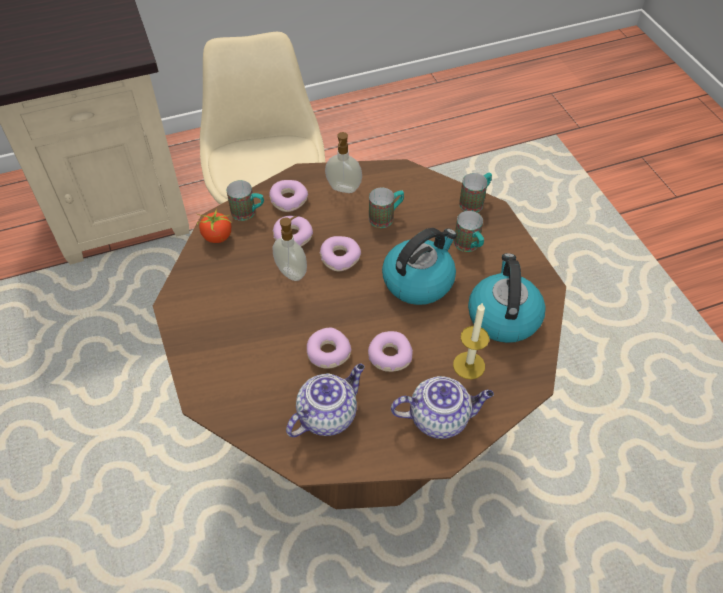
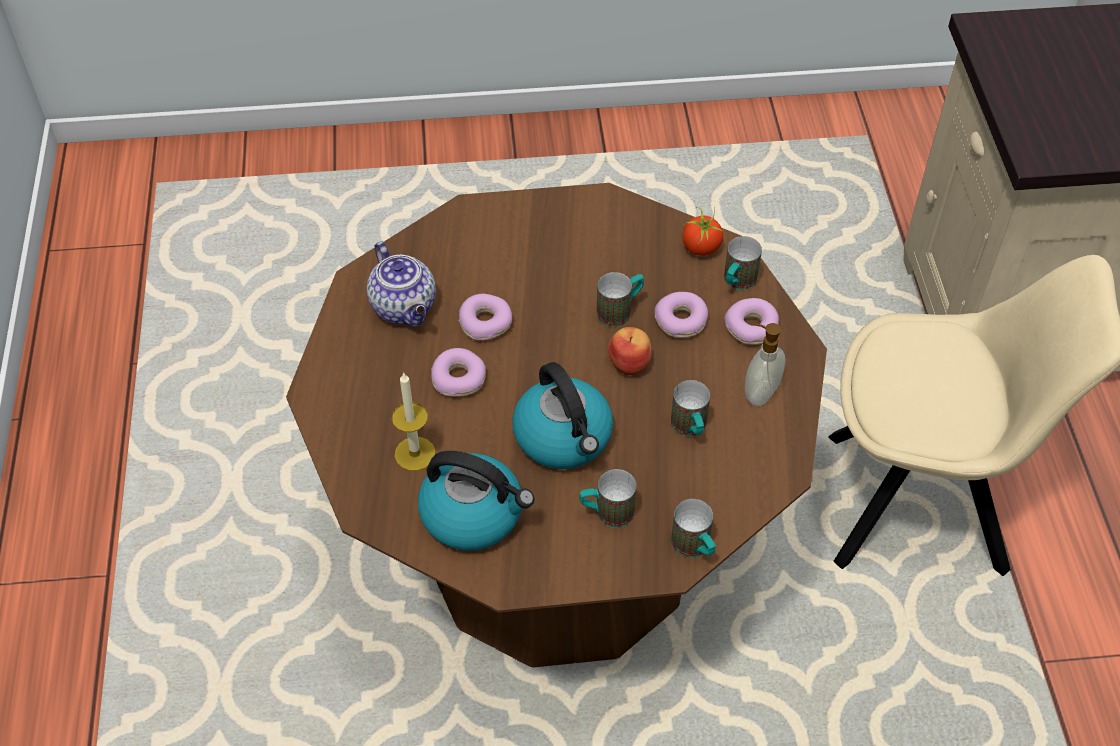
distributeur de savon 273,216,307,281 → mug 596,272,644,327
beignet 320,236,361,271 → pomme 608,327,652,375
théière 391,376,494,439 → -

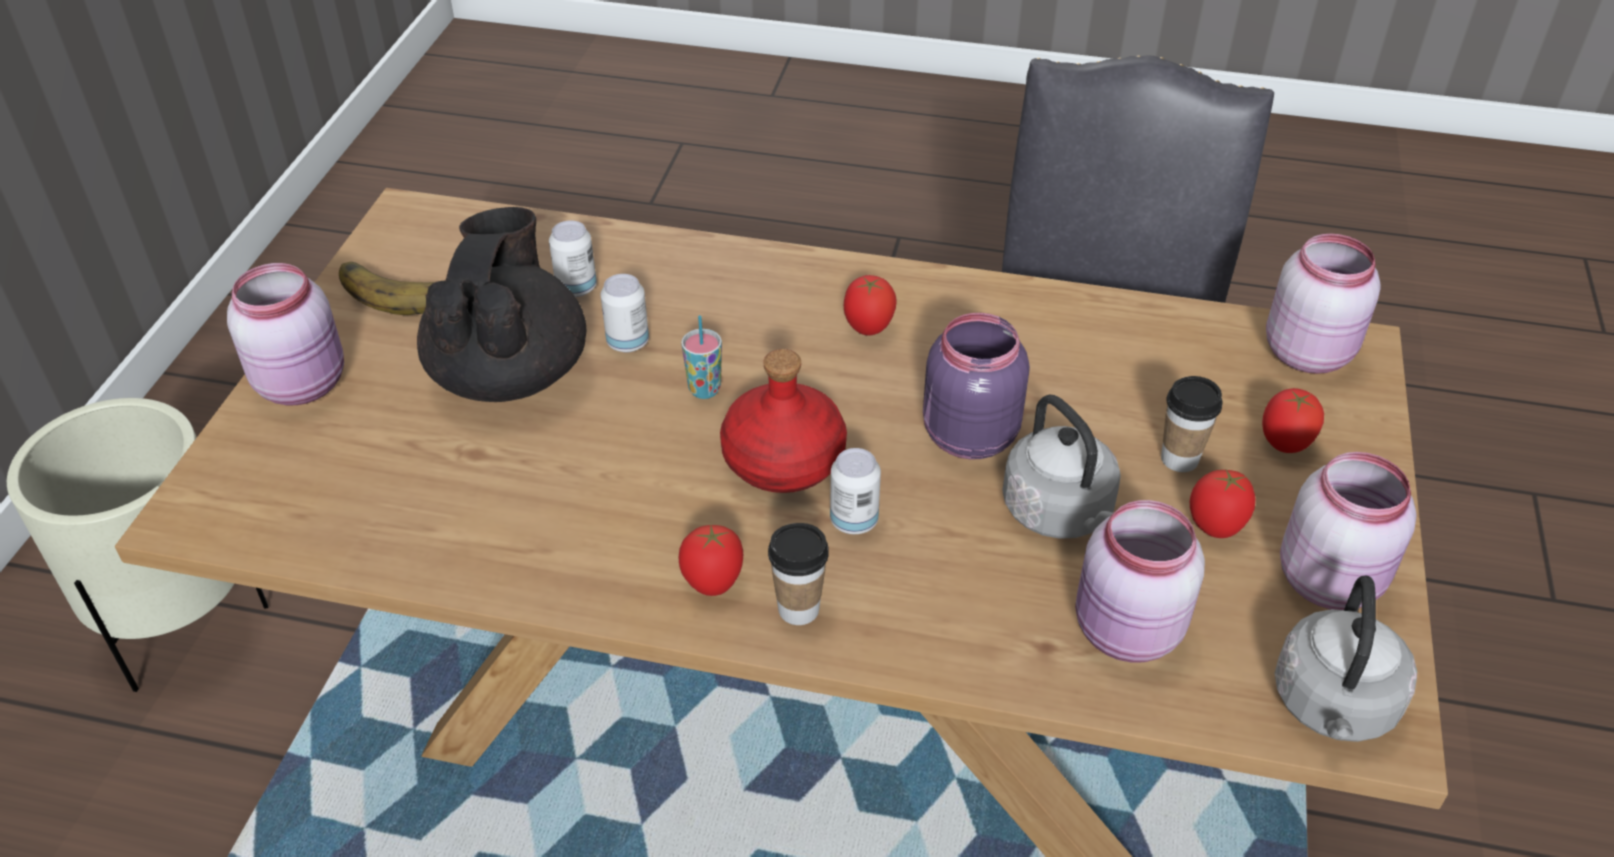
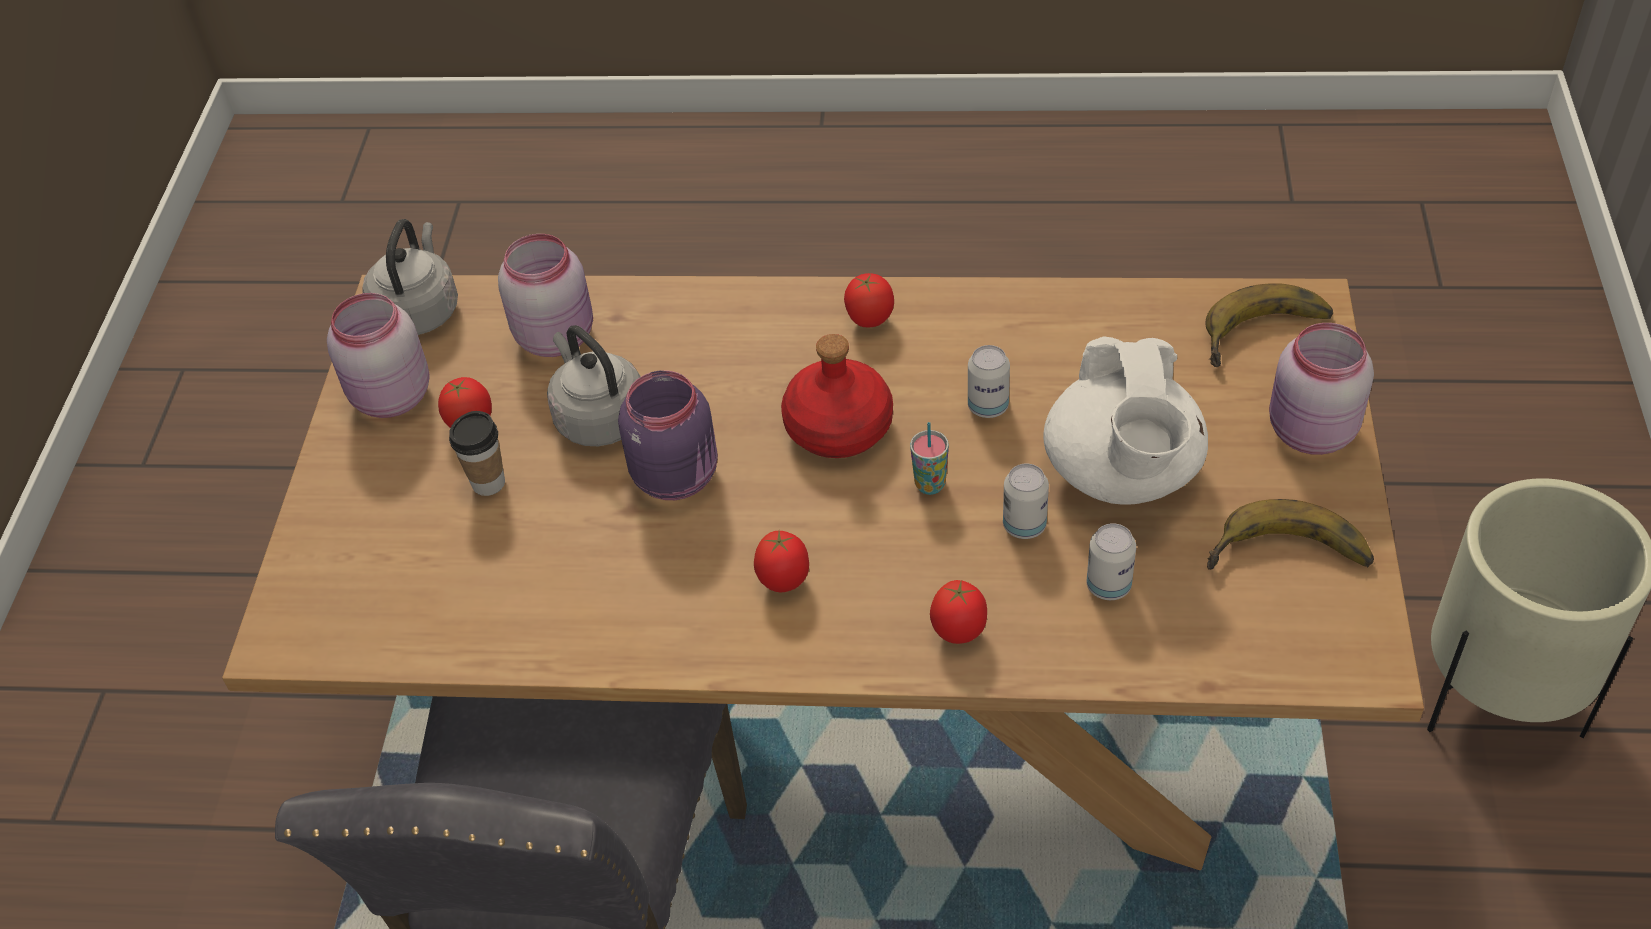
théière/noir 417,207,586,402 → théière/blanc 1043,336,1208,505
tasse 768,523,829,625 → -
boîte métallique 830,448,881,534 → boîte métallique 968,345,1010,418, relocated
tomate 1262,388,1324,453 → tomate 930,580,987,644, relocated
bocal/rose 1266,234,1381,374 → -
- → banane 1206,283,1333,367

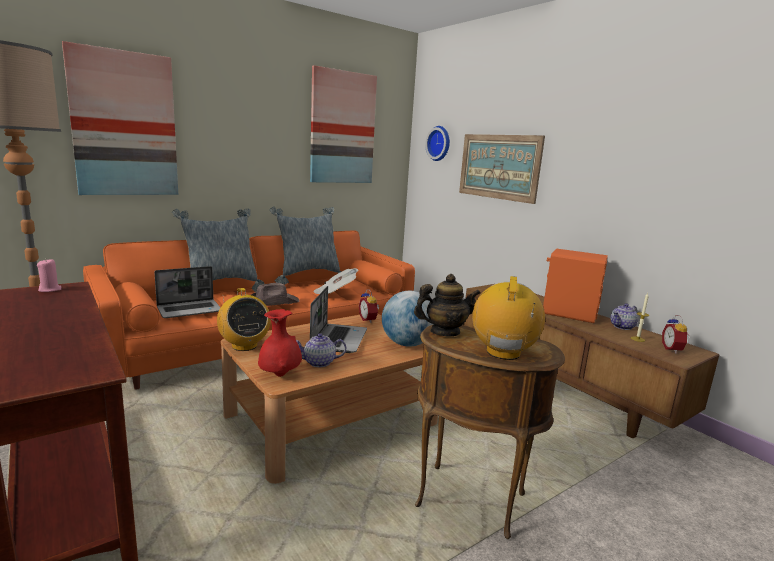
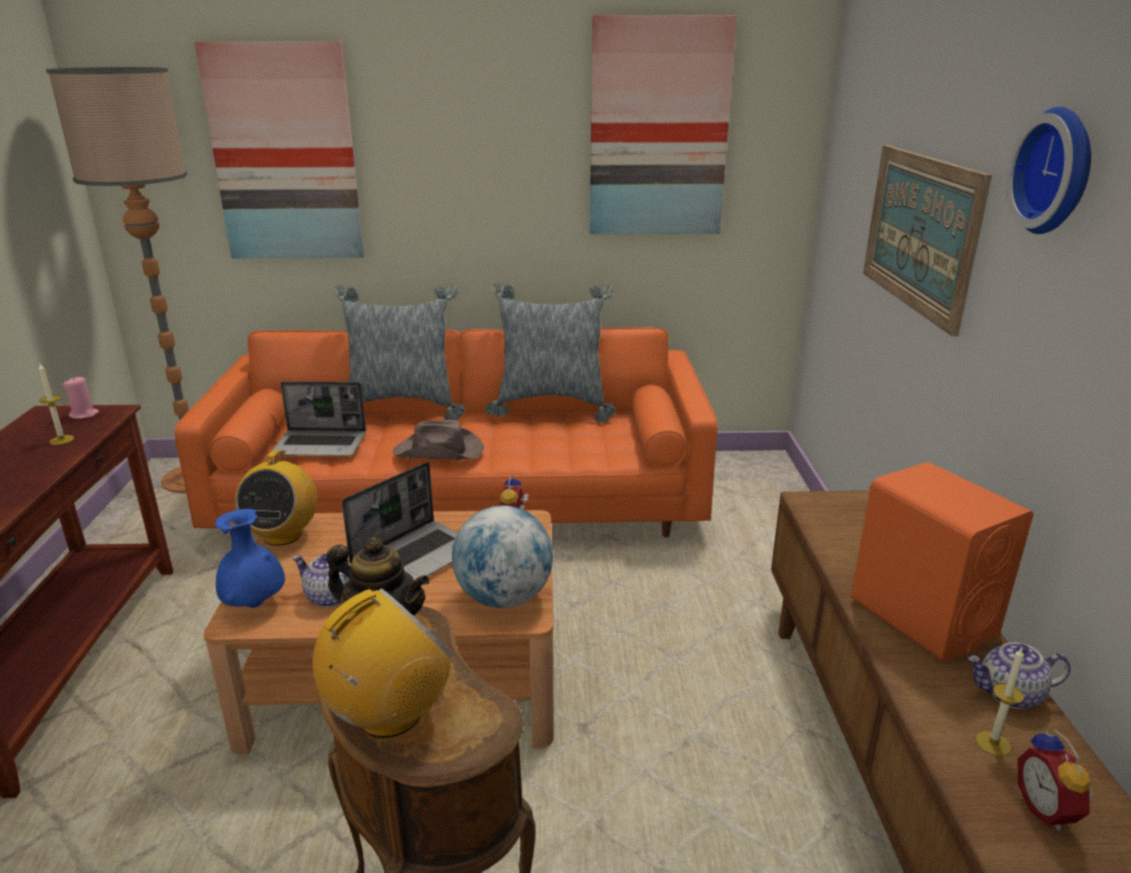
vase/rouge 258,309,302,377 → vase/bleu 215,509,285,608
journal 314,268,359,294 → -
horloge murale 425,126,450,161 → horloge murale 1006,107,1091,234, relocated
réveil 662,315,689,353 → réveil 1018,730,1093,831, 45 degrees counterclockwise
- → bougie 39,364,74,445

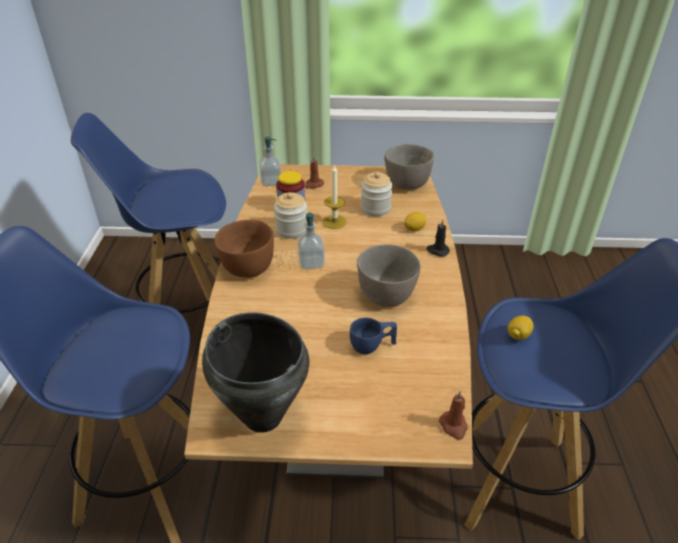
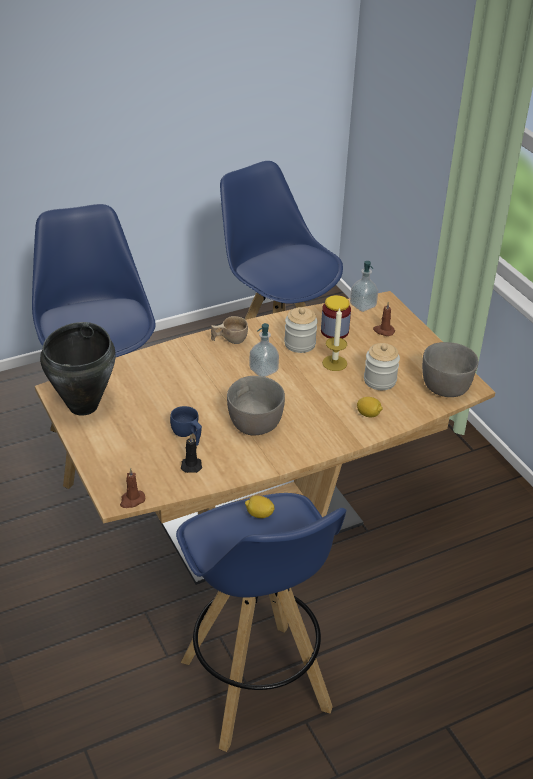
bol/marron 215,220,274,278 → tasse/beige 211,316,248,344
bougie/noir 426,219,450,257 → bougie/noir 181,434,202,473, relocated

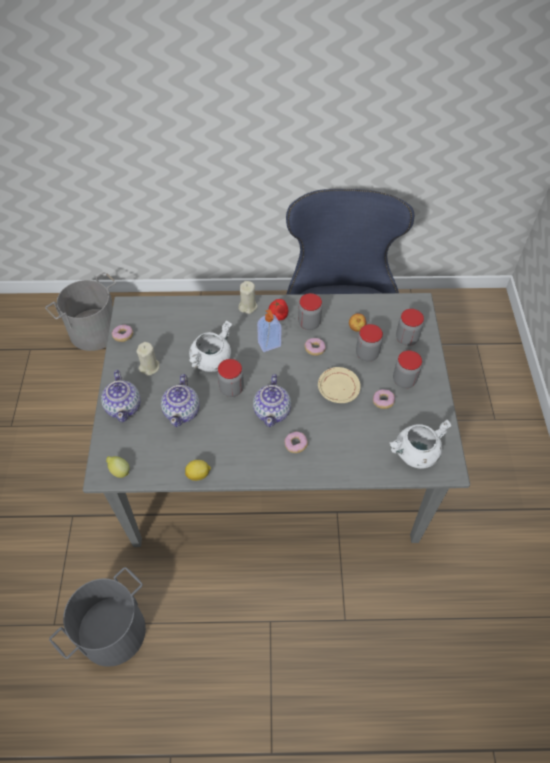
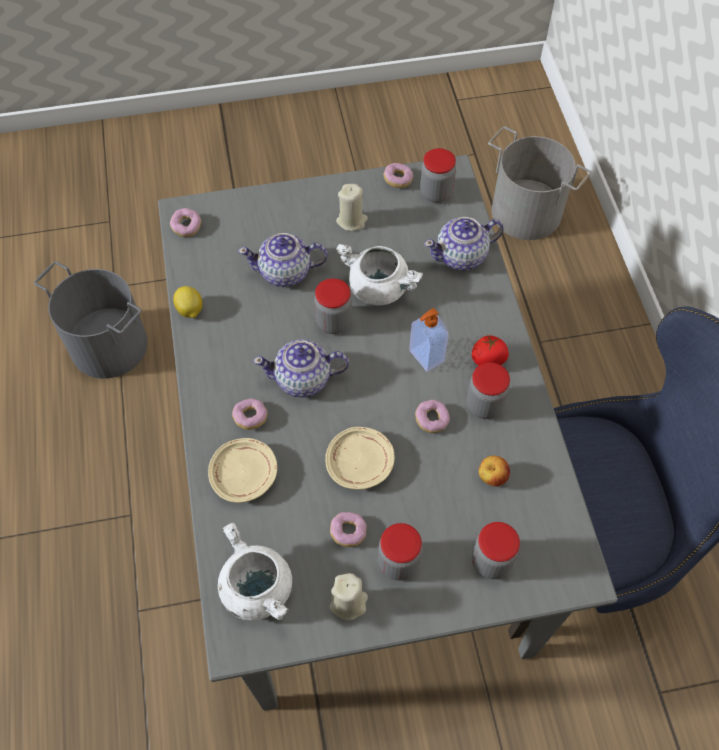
théière 101,370,141,422 → théière 424,217,504,271, relocated
citron 106,456,130,478 → beignet 170,208,201,237
bougie/beige 238,281,257,314 → bougie/beige 329,573,368,621, relocated
bocal 356,324,383,362 → bocal 420,148,456,203, relocated
- → assiette/beige 208,438,277,503

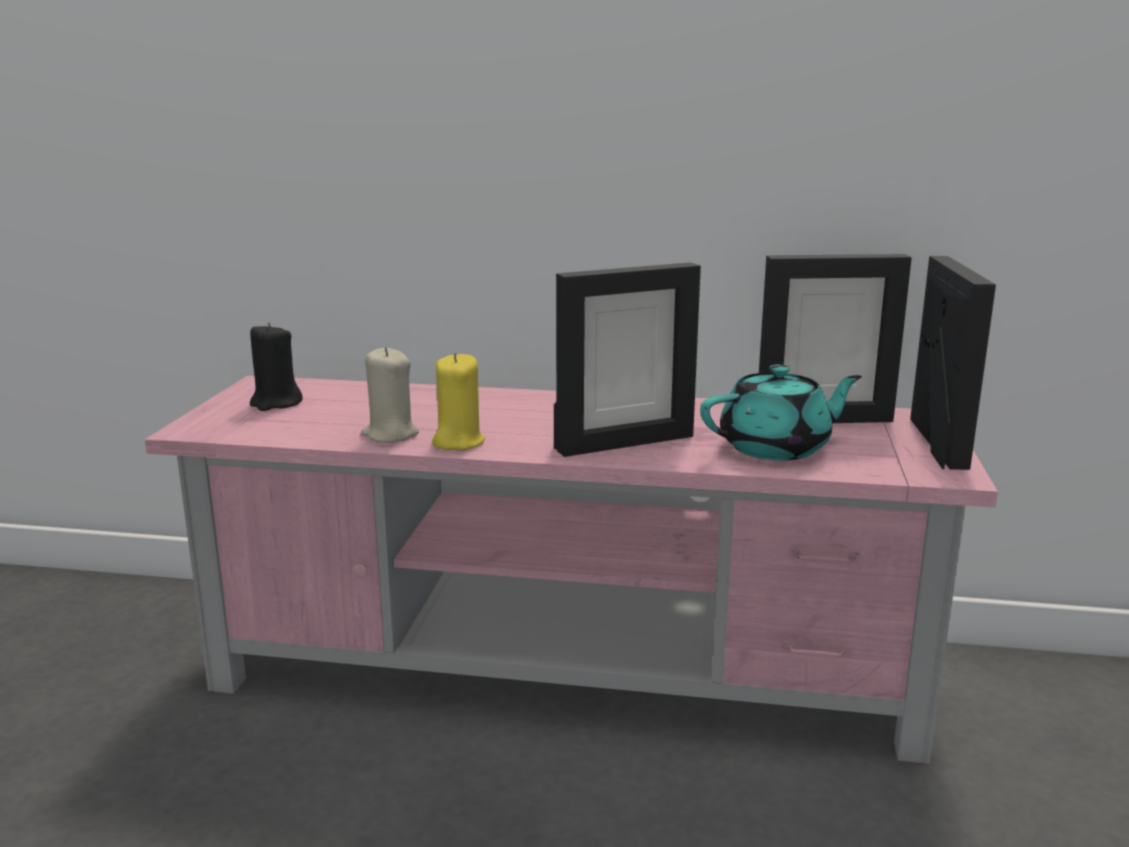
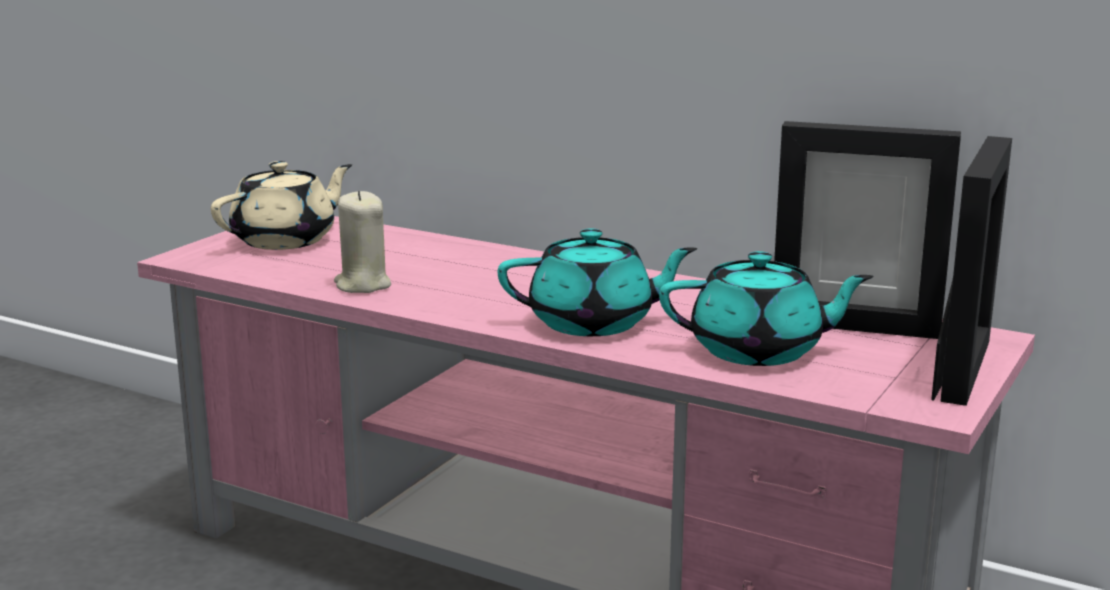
bougie/noir 250,322,303,411 → théière/beige 211,161,352,250
bougie/jaune 432,353,485,450 → -
cadre photo 554,262,701,457 → théière/turquoise 498,228,697,336

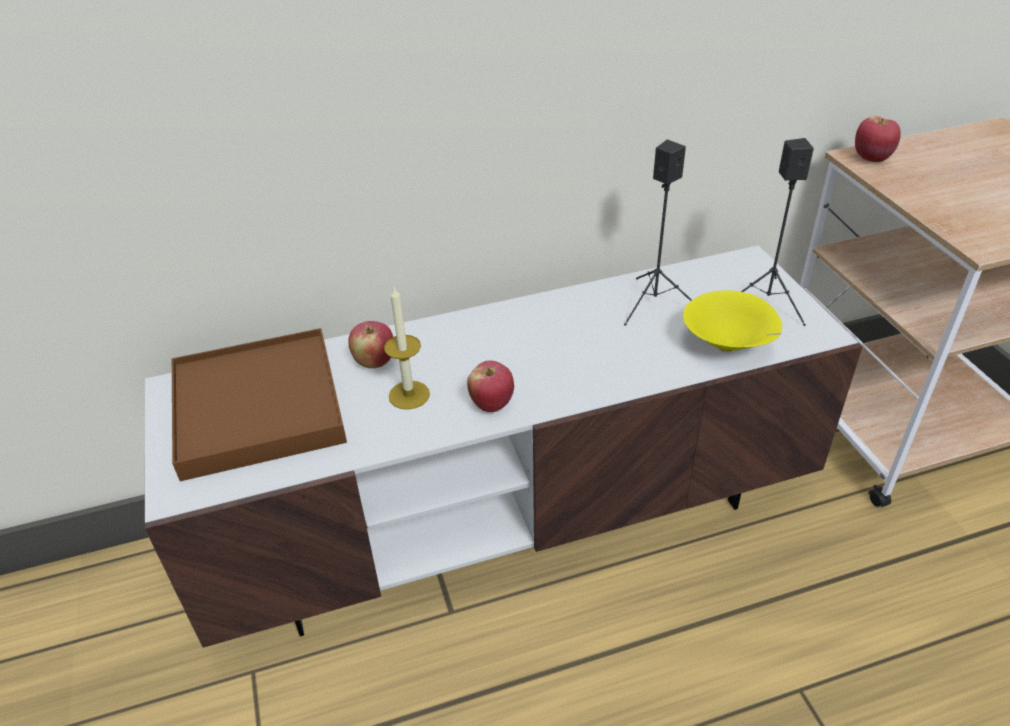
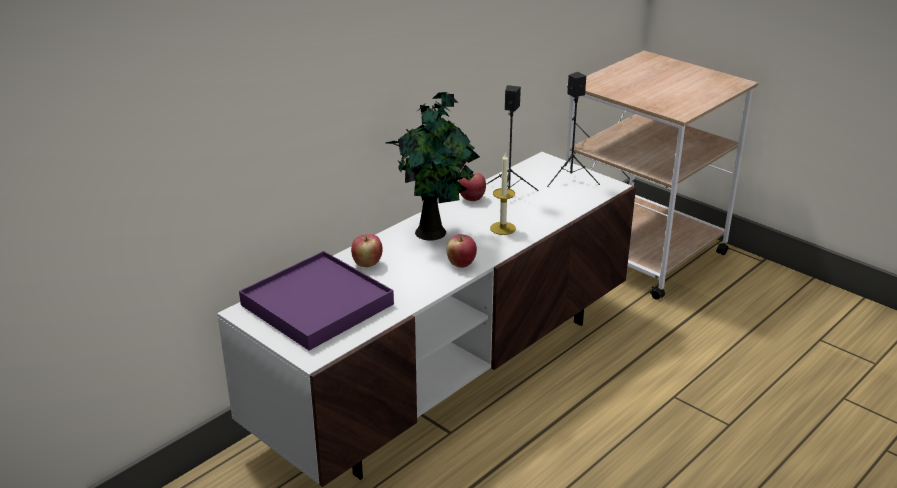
plateau/marron 172,328,347,481 → plateau/violet 239,251,394,351
bougie 384,287,430,410 → bougie 490,152,516,235, relocated
bol/jaune 683,290,782,352 → -
pomme 855,116,901,162 → pomme 459,173,486,201, relocated
- → plante en pot 386,92,480,240

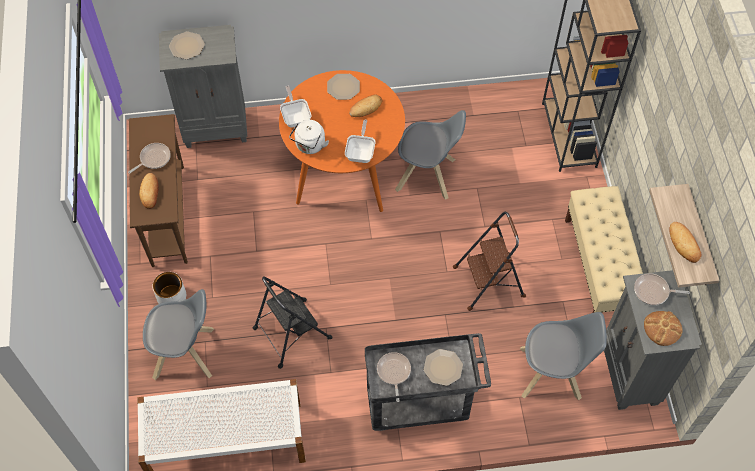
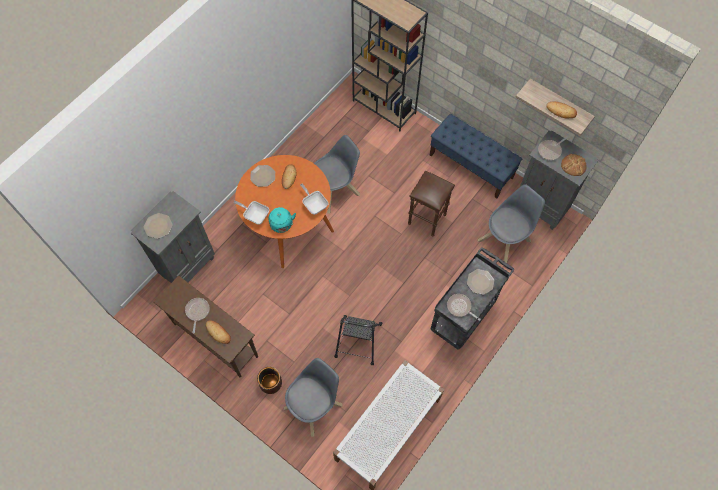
cache-pot/blanc 152,272,186,304 → cache-pot/marron 257,367,282,394
bouilloire/blanc 289,120,329,154 → bouilloire/turquoise 269,207,296,233
escabeau/marron 453,212,526,311 → tabouret/marron 408,171,455,237
banc/beige 565,186,643,313 → banc/bleu 430,114,522,199

